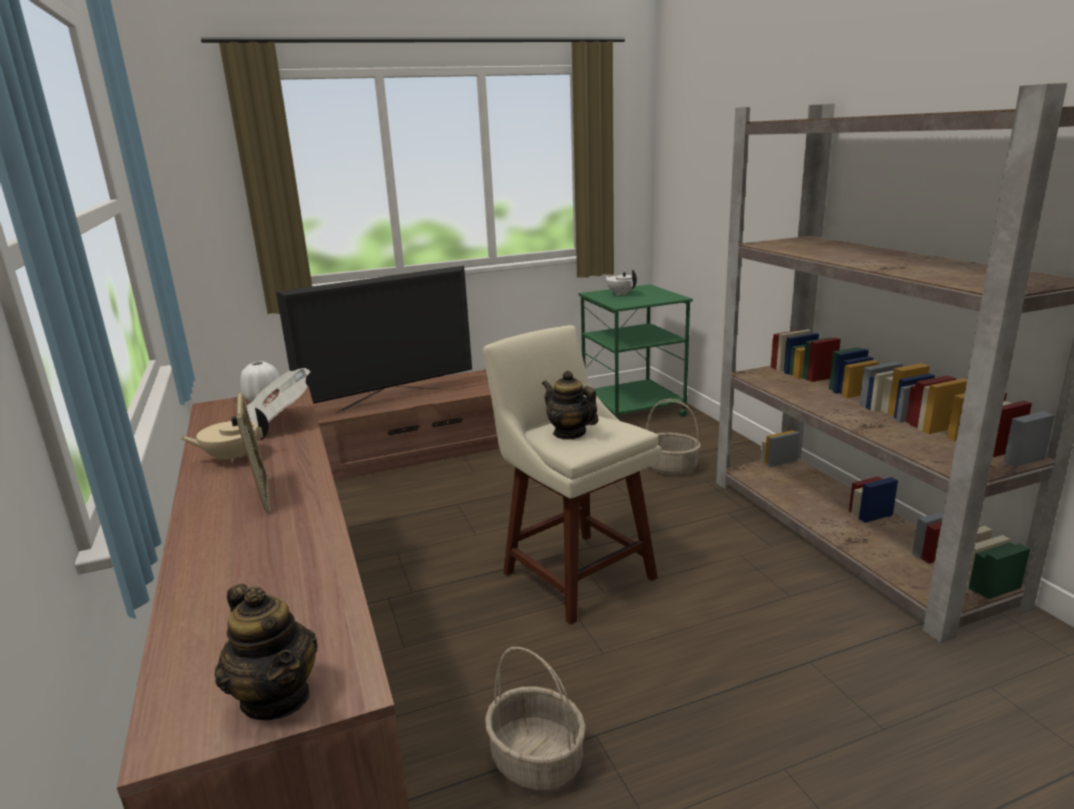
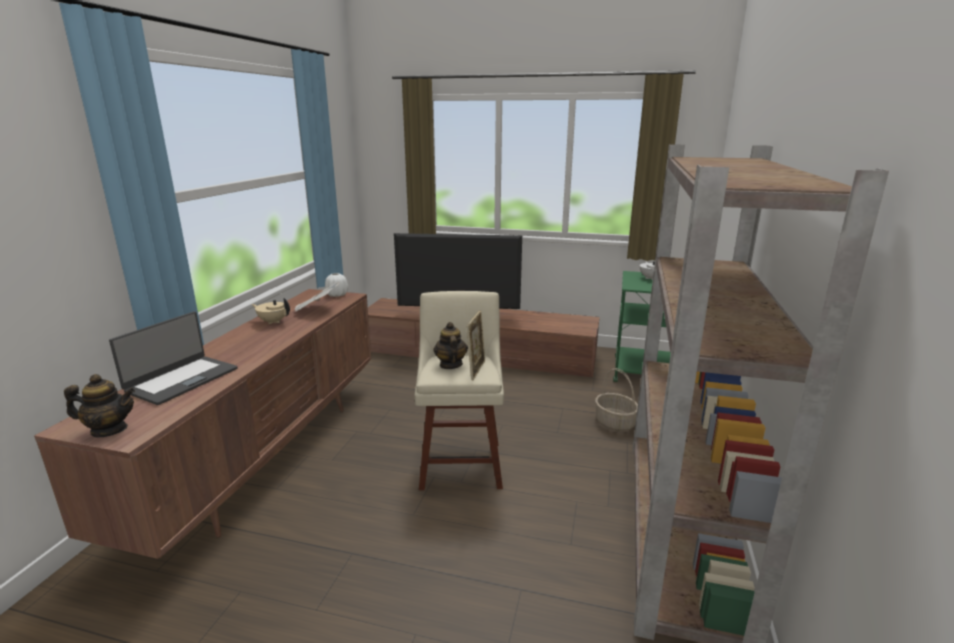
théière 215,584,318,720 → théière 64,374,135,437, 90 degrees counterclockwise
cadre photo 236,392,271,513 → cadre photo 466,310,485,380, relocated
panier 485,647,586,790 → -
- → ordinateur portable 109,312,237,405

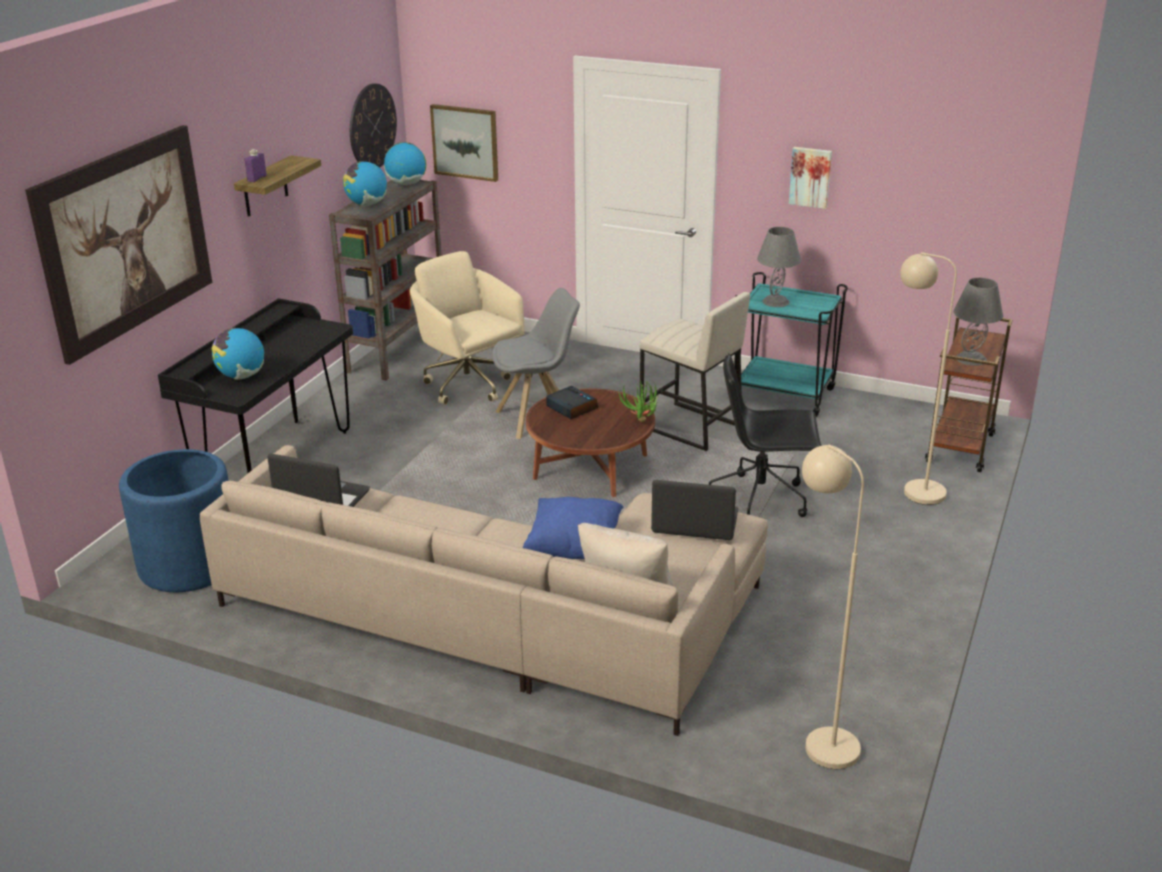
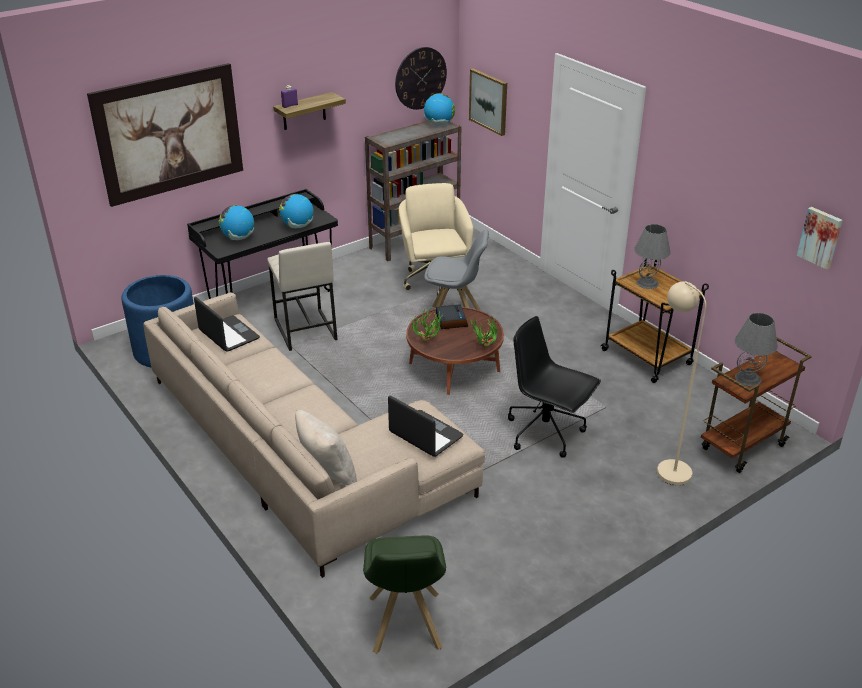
globe 343,161,387,206 → globe 279,194,314,228, relocated
coussin/bleu 523,497,624,559 → -
tabouret/beige 639,292,750,451 → tabouret/beige 267,242,337,351, relocated
chariot/turquoise 728,272,848,417 → chariot/marron 601,259,709,383
tableau 789,147,832,209 → tableau 797,207,843,270, relocated
lampadaire/beige 802,445,864,769 → chaise/vert 363,535,446,654
- → plante en pot 412,309,442,342

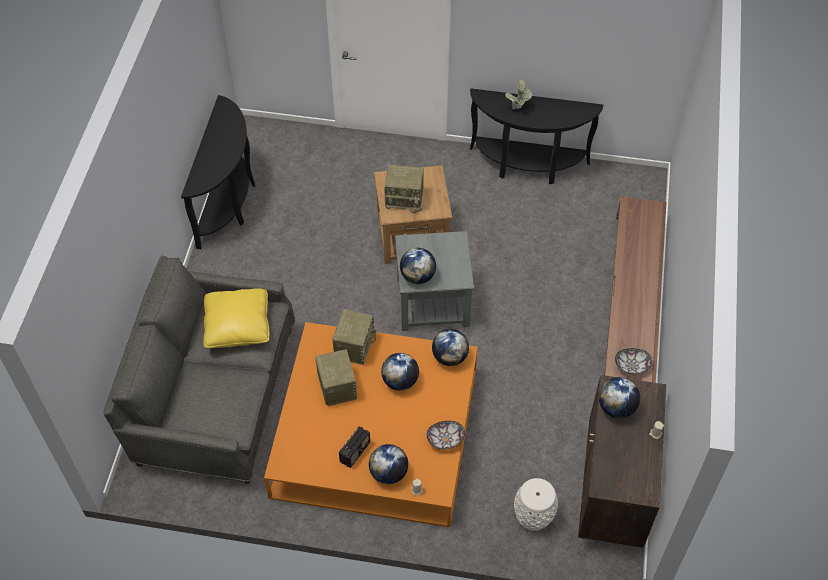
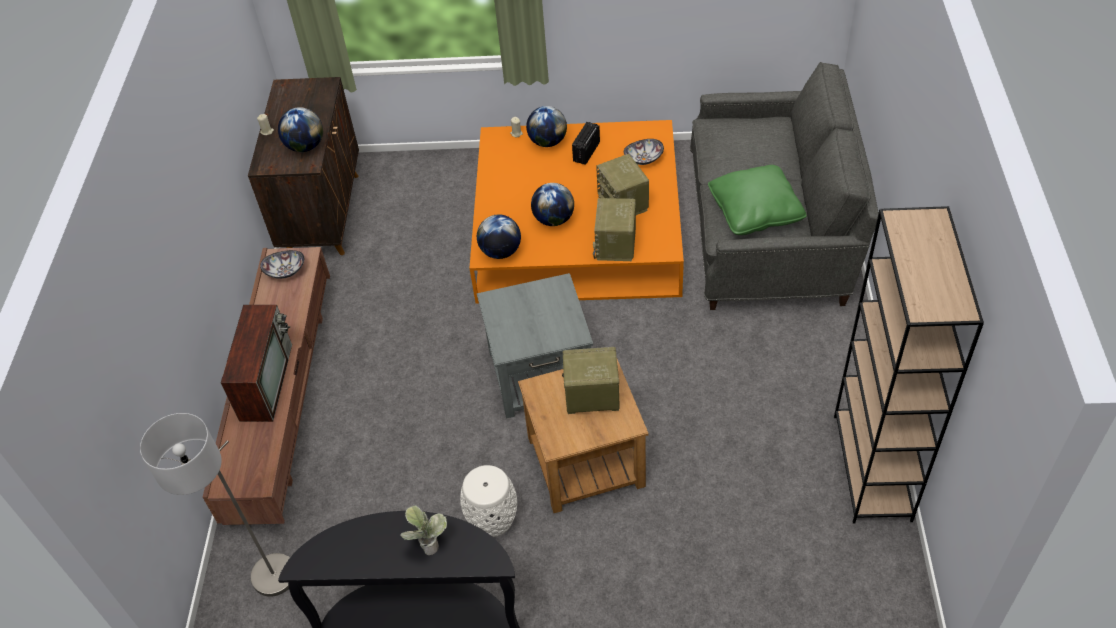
table console/noir 181,95,255,249 → bibliothèque/beige 834,206,984,524
coussin/jaune 203,288,269,348 → coussin/vert 708,165,807,235
globe 400,248,436,284 → -
bol 427,421,465,449 → bol 624,139,664,165, relocated
tabouret/blanc 514,478,558,531 → tabouret/blanc 460,465,517,537, relocated
- → lampadaire/gris 140,413,290,597
- → téléviseur 221,305,292,422

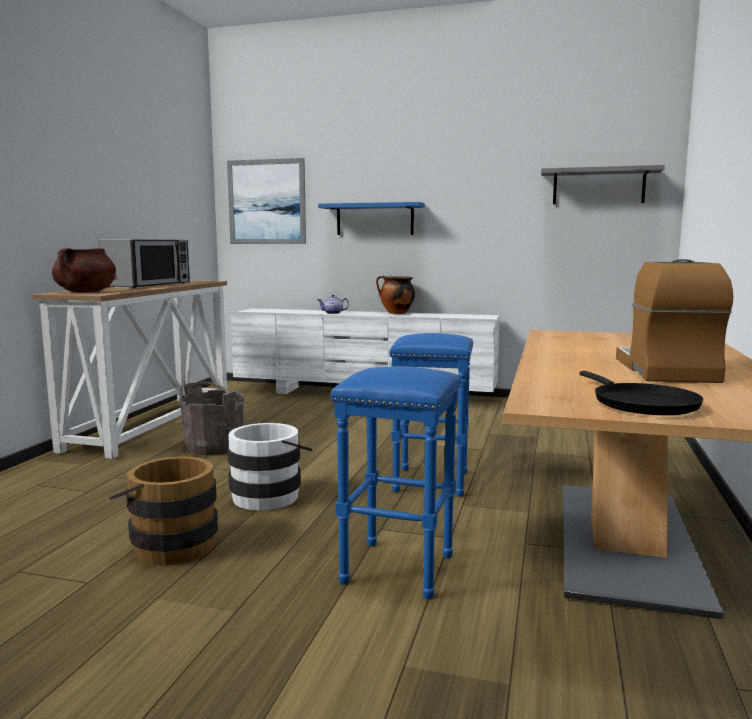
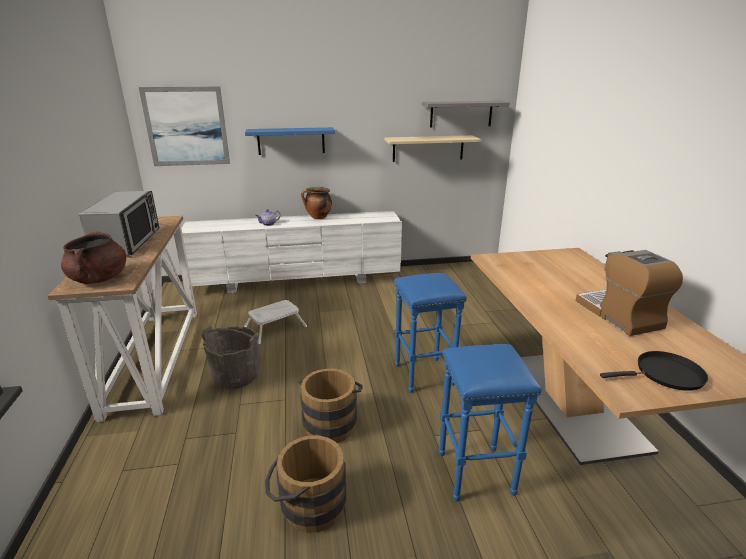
seau/blanc 227,423,313,511 → seau/marron 298,368,363,443
poêle/noir 579,371,704,415 → poêle/noir 600,351,708,391, 60 degrees counterclockwise
- → escabeau/blanc 244,300,307,344
- → étagère/beige 384,135,482,162

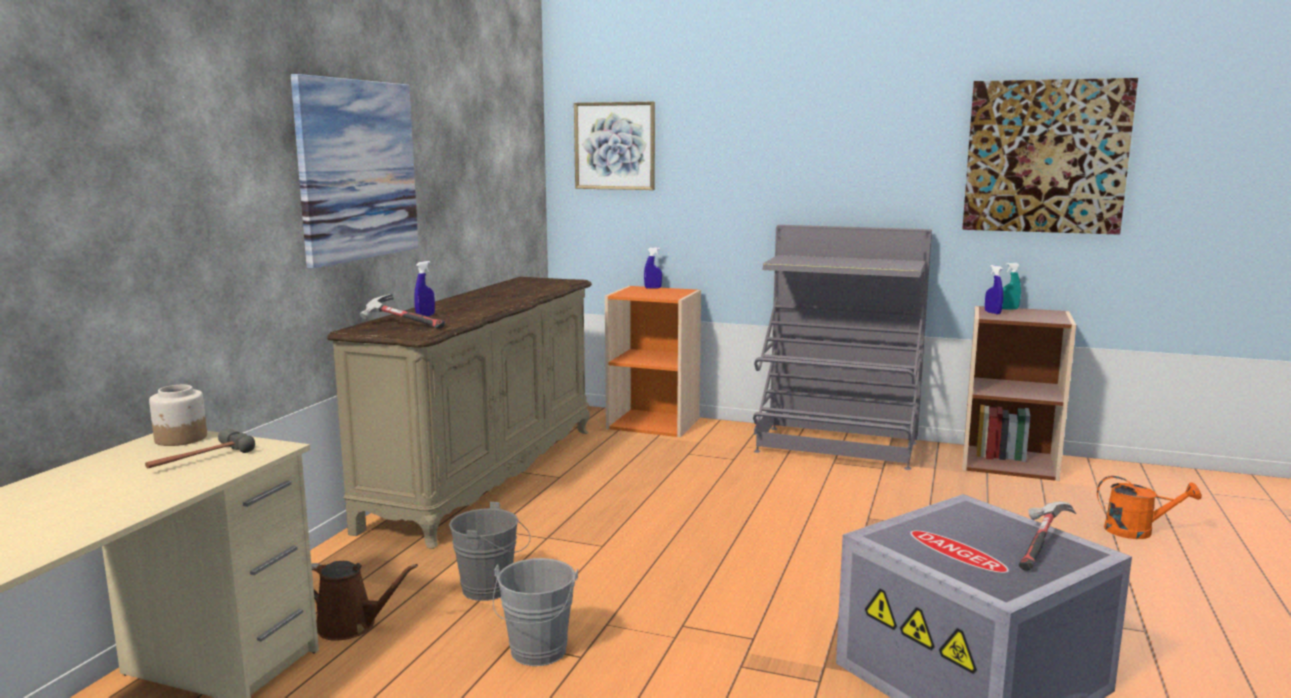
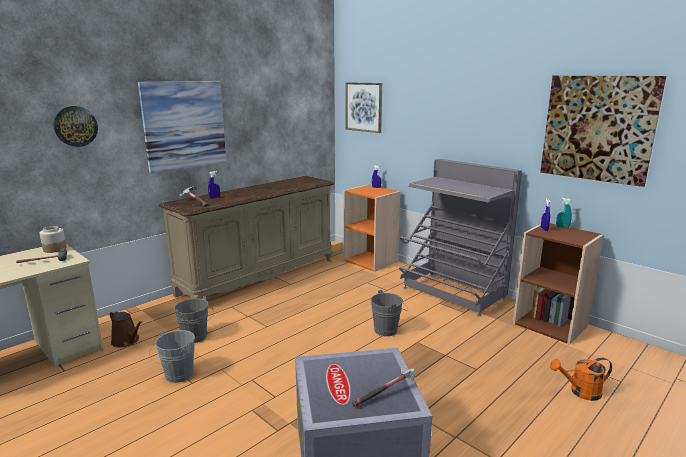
arrosoir/orange 1097,476,1202,539 → arrosoir/orange 550,358,612,401, 135 degrees clockwise
- → horloge murale 53,106,98,147
- → seau/gris 371,290,408,337

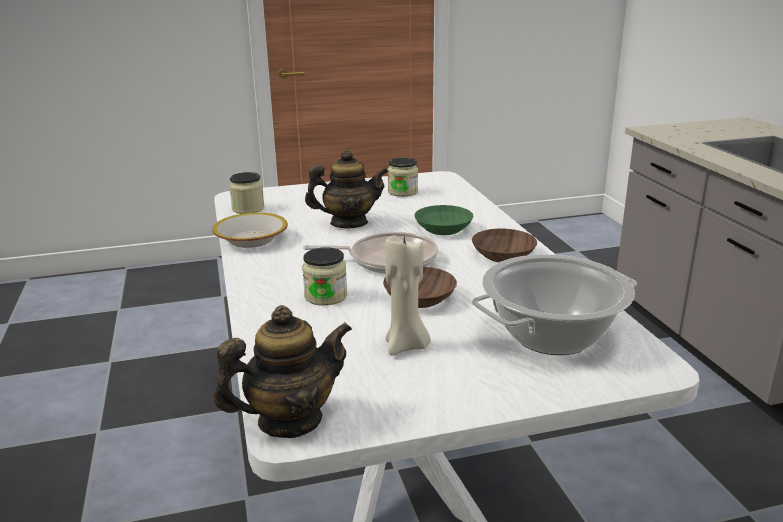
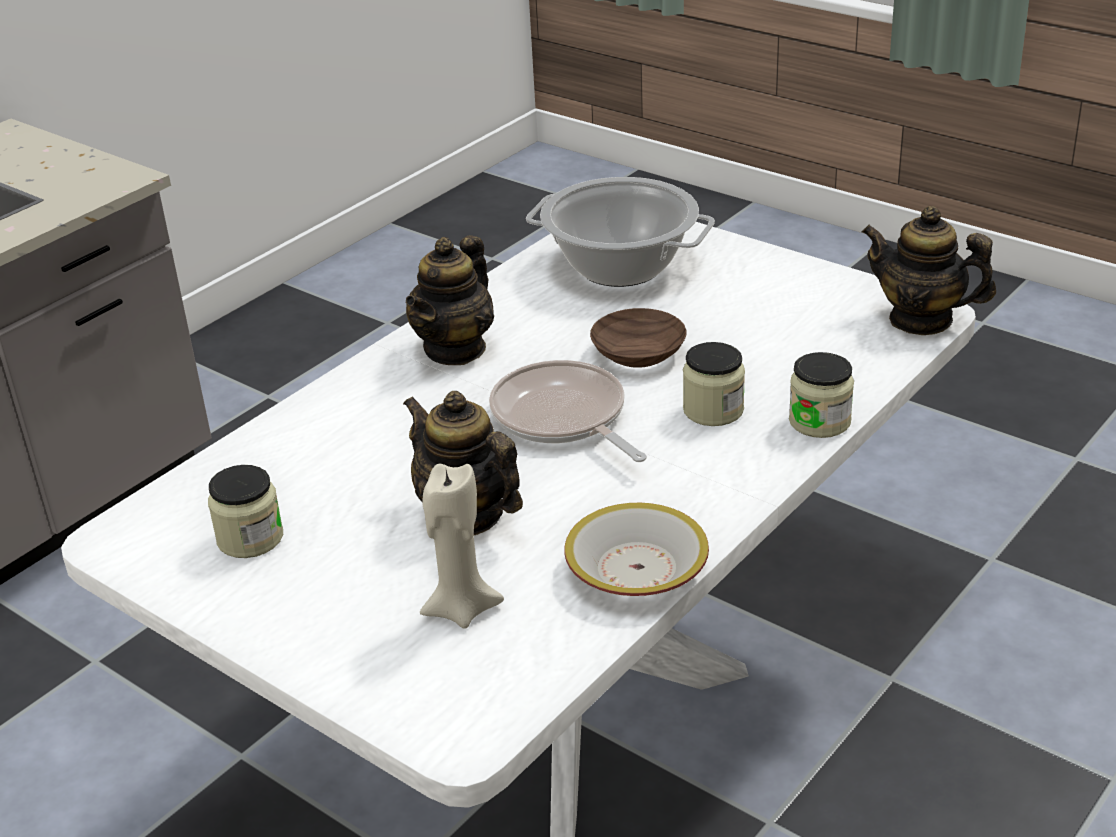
bocal 229,172,264,214 → bocal 789,352,854,438, relocated
bougie/beige 385,234,431,356 → bougie/beige 420,464,504,629, relocated
bol/vert 414,205,474,235 → -
bol/marron 472,229,537,262 → théière 406,235,494,365

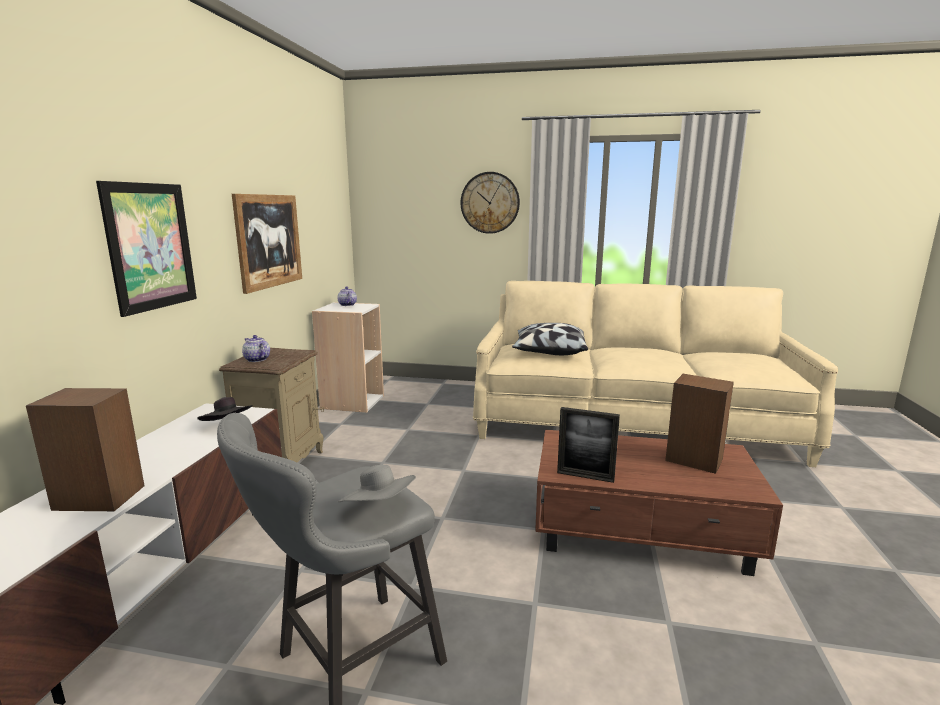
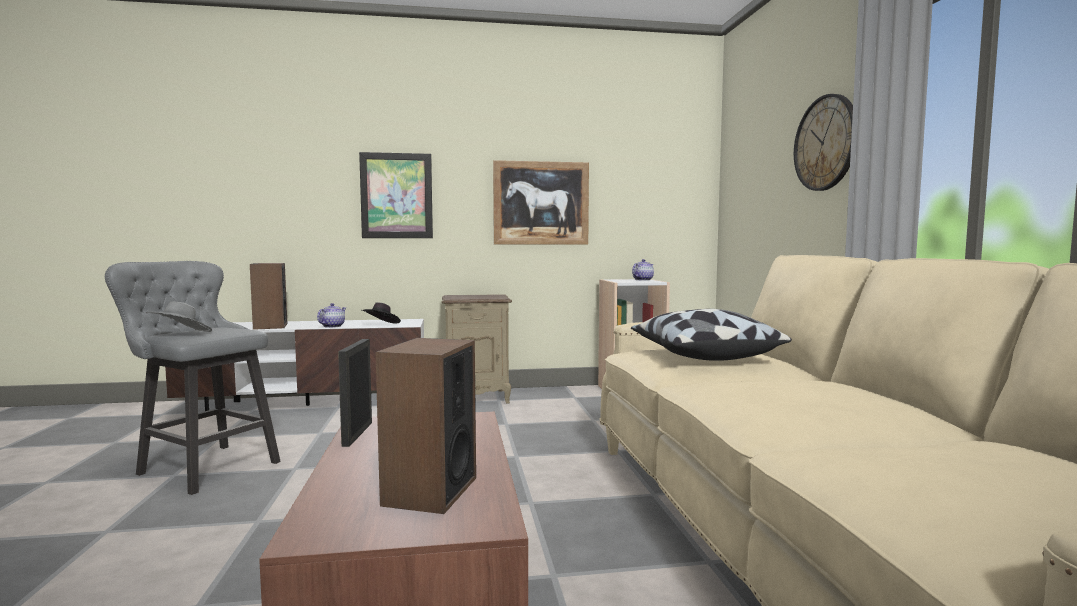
théière 242,335,270,362 → théière 317,303,346,328, relocated

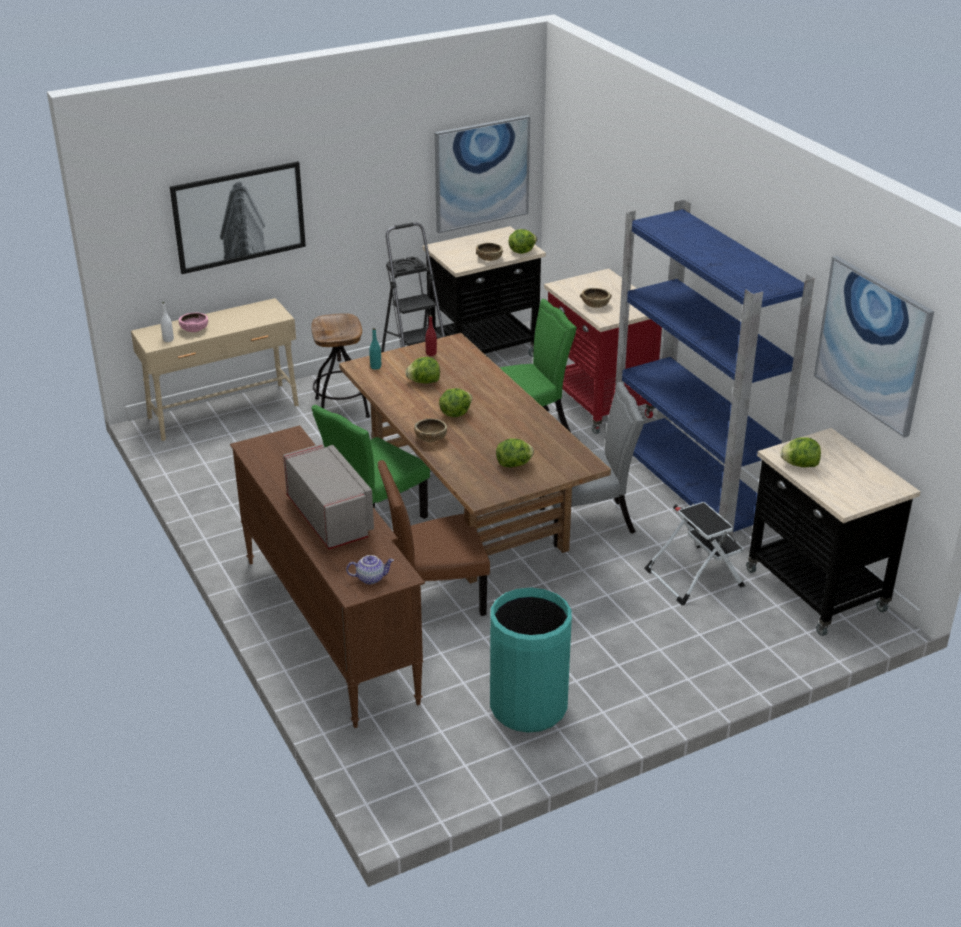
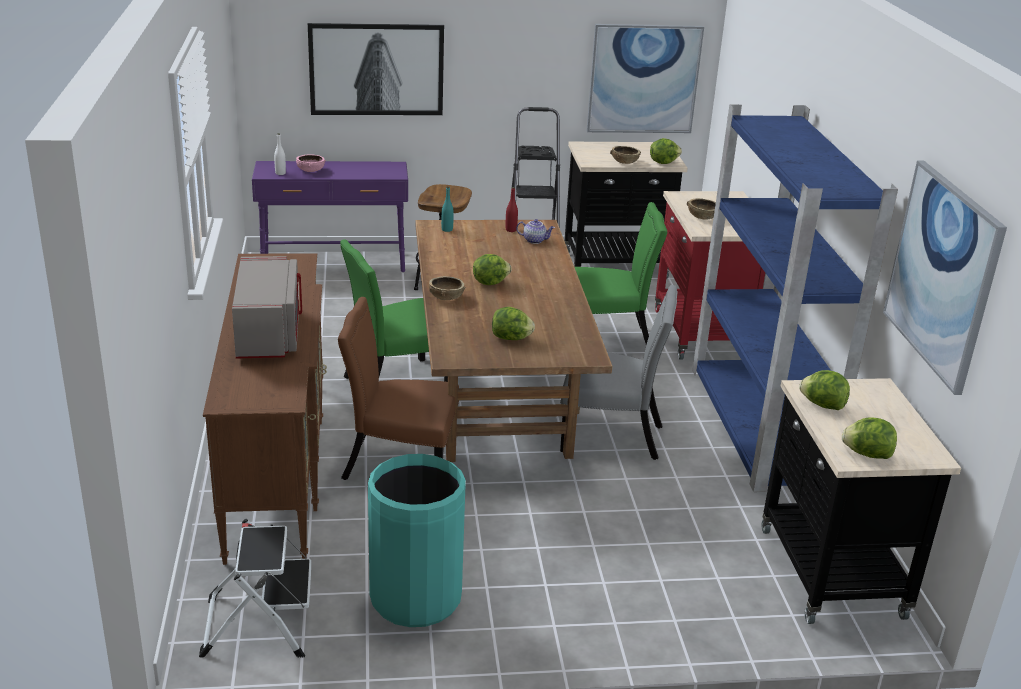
table console/beige 131,298,299,441 → table console/violet 252,161,408,272
théière 346,555,394,584 → théière 516,219,555,244, relocated
laitue 405,357,440,384 → laitue 842,417,897,459, relocated
escabeau 644,502,745,606 → escabeau 199,519,311,658, relocated

